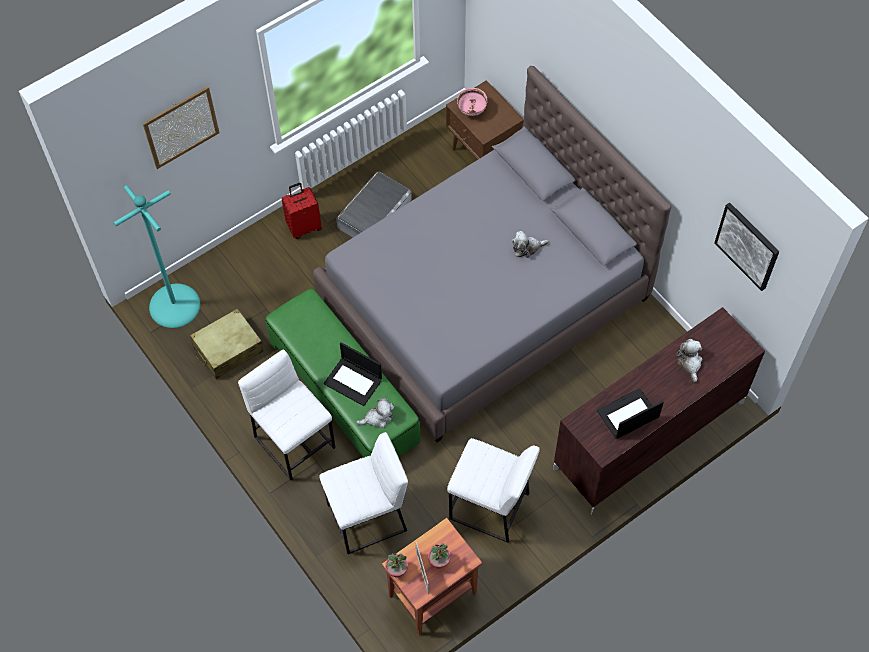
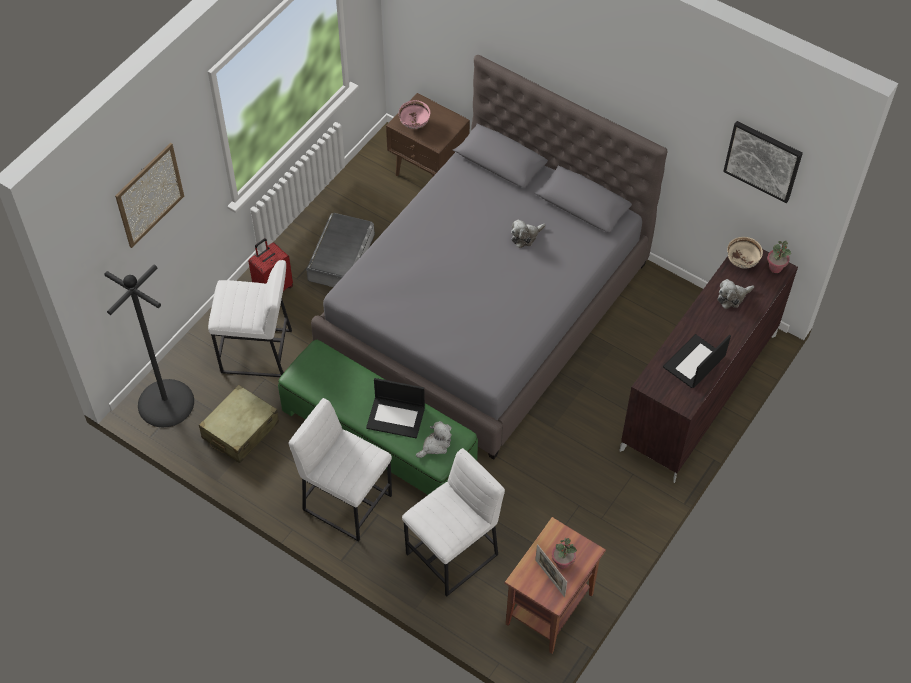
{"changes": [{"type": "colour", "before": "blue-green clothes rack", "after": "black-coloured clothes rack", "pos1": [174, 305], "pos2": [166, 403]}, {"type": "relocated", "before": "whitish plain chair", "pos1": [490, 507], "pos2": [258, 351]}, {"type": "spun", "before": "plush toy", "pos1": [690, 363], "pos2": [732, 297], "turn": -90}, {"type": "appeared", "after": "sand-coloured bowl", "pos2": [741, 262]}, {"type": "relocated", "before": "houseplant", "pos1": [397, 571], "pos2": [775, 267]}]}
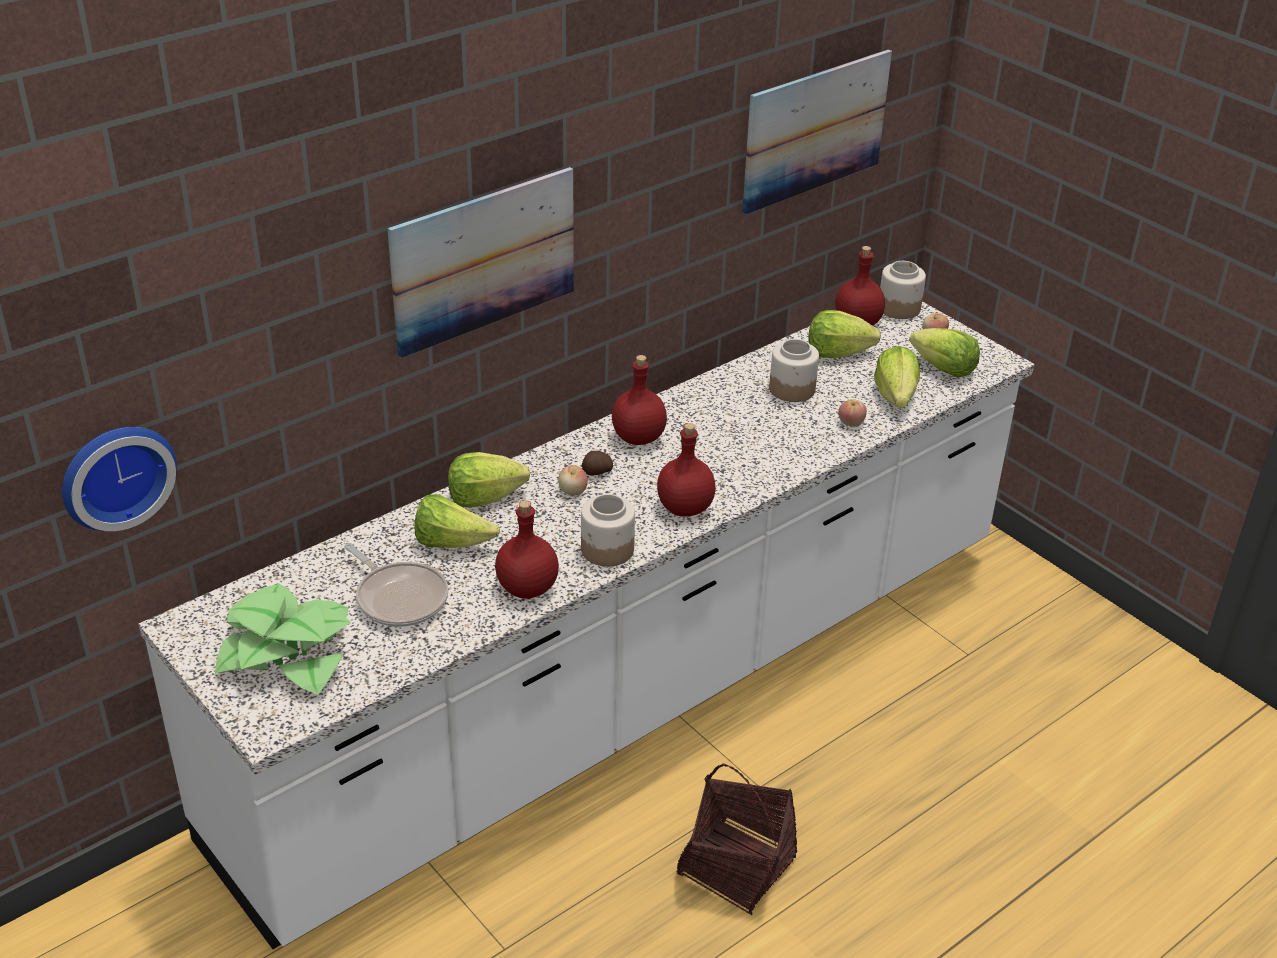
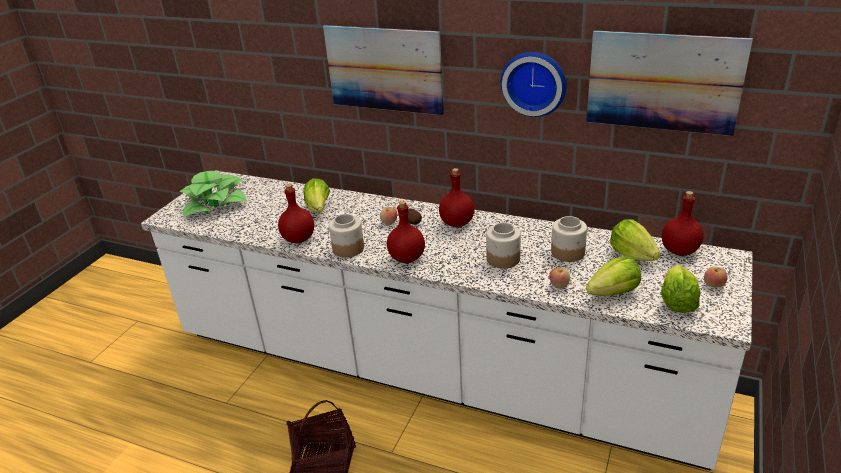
{"changes": [{"type": "relocated", "before": "preserve jar", "pos1": [899, 308], "pos2": [503, 259]}, {"type": "relocated", "before": "clock on the wall", "pos1": [115, 473], "pos2": [534, 82]}, {"type": "missing", "before": "pan", "pos1": [399, 597]}, {"type": "missing", "before": "lettuce head", "pos1": [484, 497]}]}
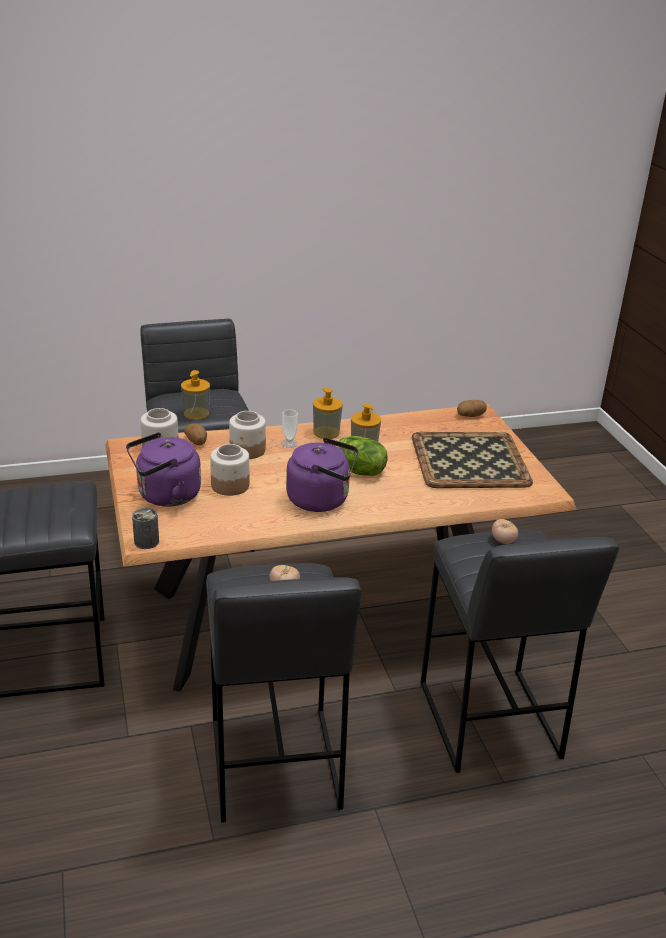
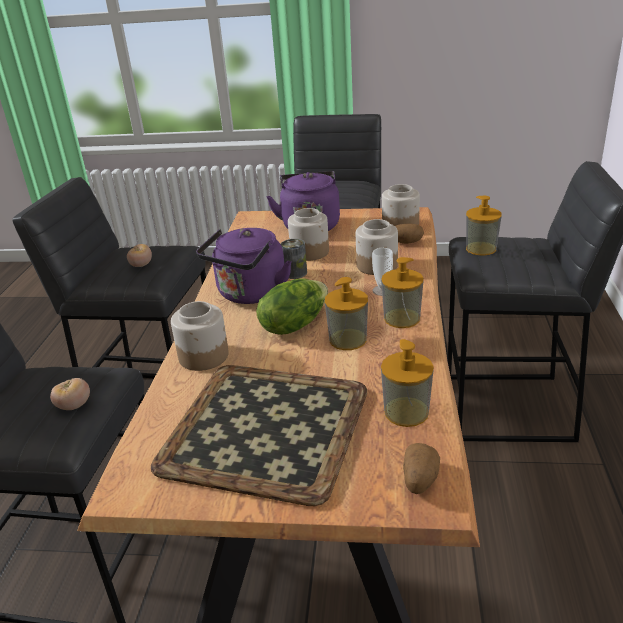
{"changes": [{"type": "appeared", "after": "preserve jar", "pos2": [204, 356]}, {"type": "relocated", "before": "can", "pos1": [146, 541], "pos2": [295, 273]}, {"type": "appeared", "after": "liquid soap bottle", "pos2": [406, 412]}]}
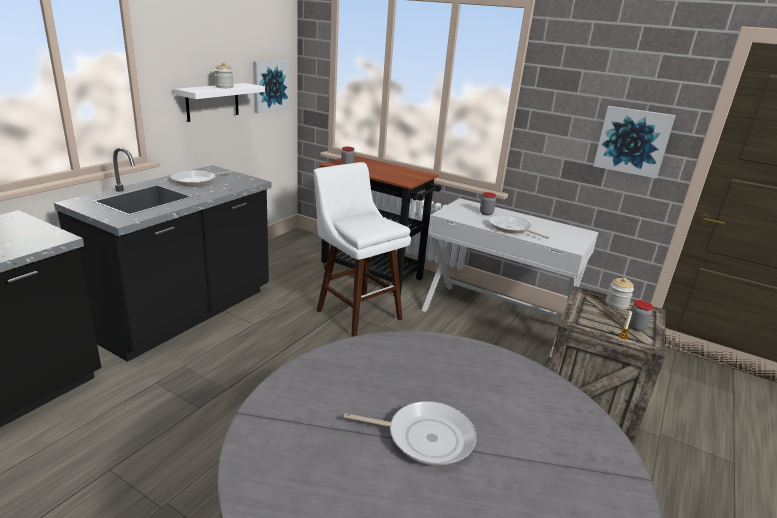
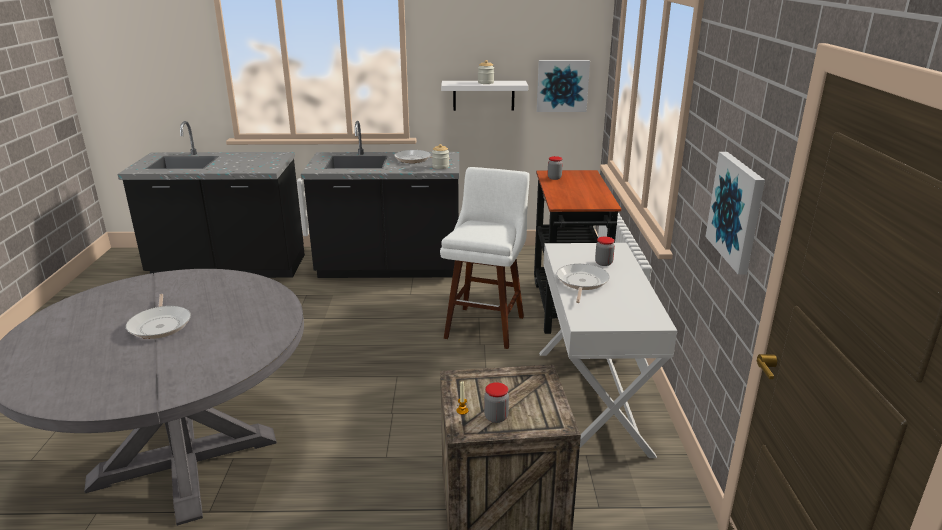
{"changes": [{"type": "relocated", "before": "preserve jar", "pos1": [616, 304], "pos2": [440, 166]}]}
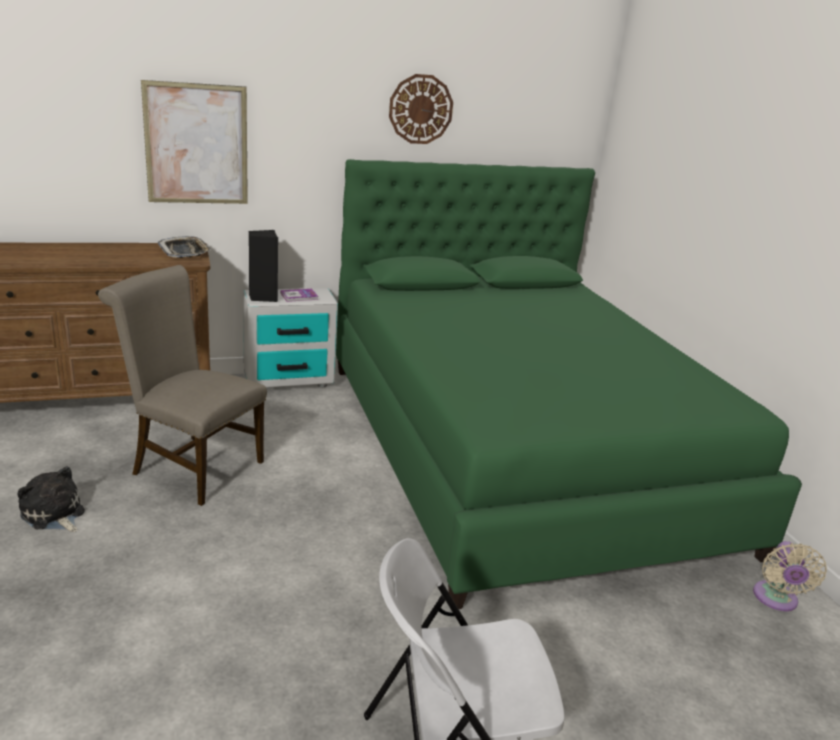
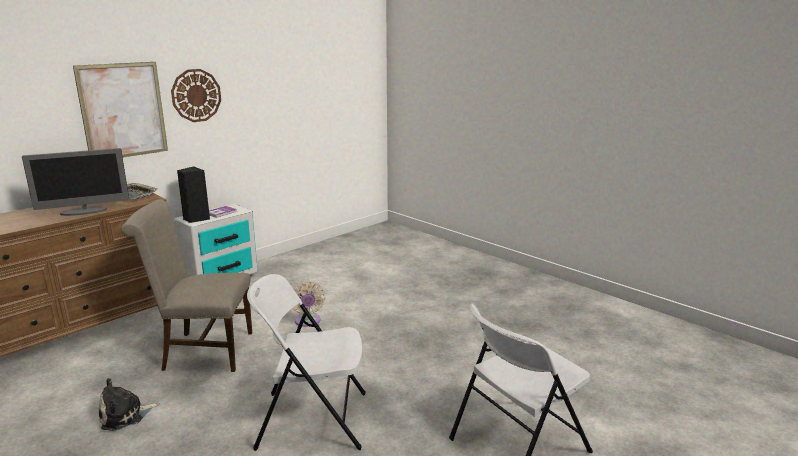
{"changes": [{"type": "appeared", "after": "computer screen", "pos2": [84, 211]}, {"type": "spun", "before": "plush toy", "pos1": [54, 515], "pos2": [125, 415], "turn": -45}, {"type": "relocated", "before": "clock on the wall", "pos1": [420, 109], "pos2": [196, 95]}, {"type": "appeared", "after": "whitish plain chair", "pos2": [313, 419]}, {"type": "relocated", "before": "sand-coloured fan", "pos1": [776, 600], "pos2": [307, 321]}, {"type": "missing", "before": "green sleeping bed", "pos1": [516, 449]}]}
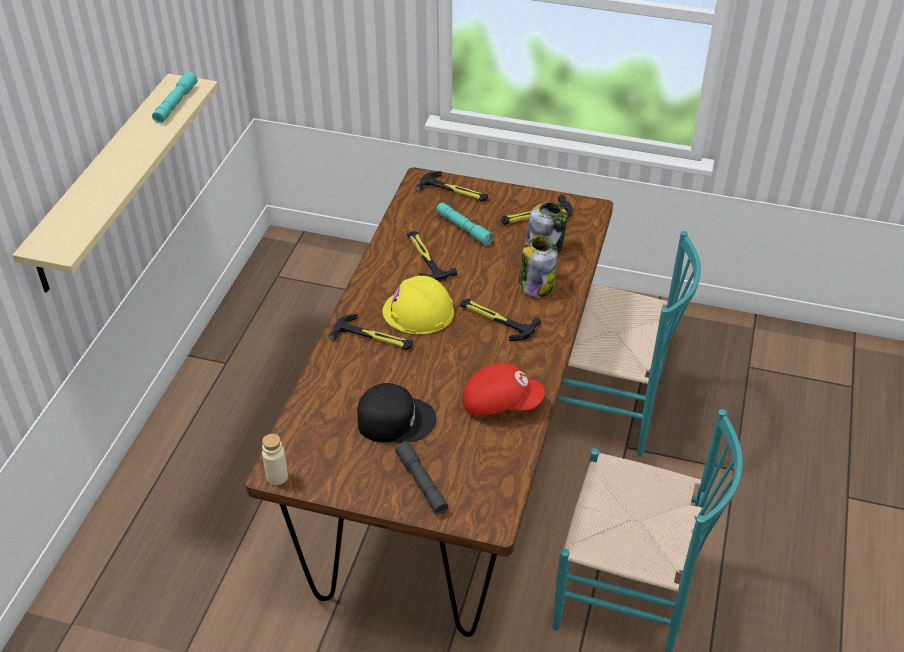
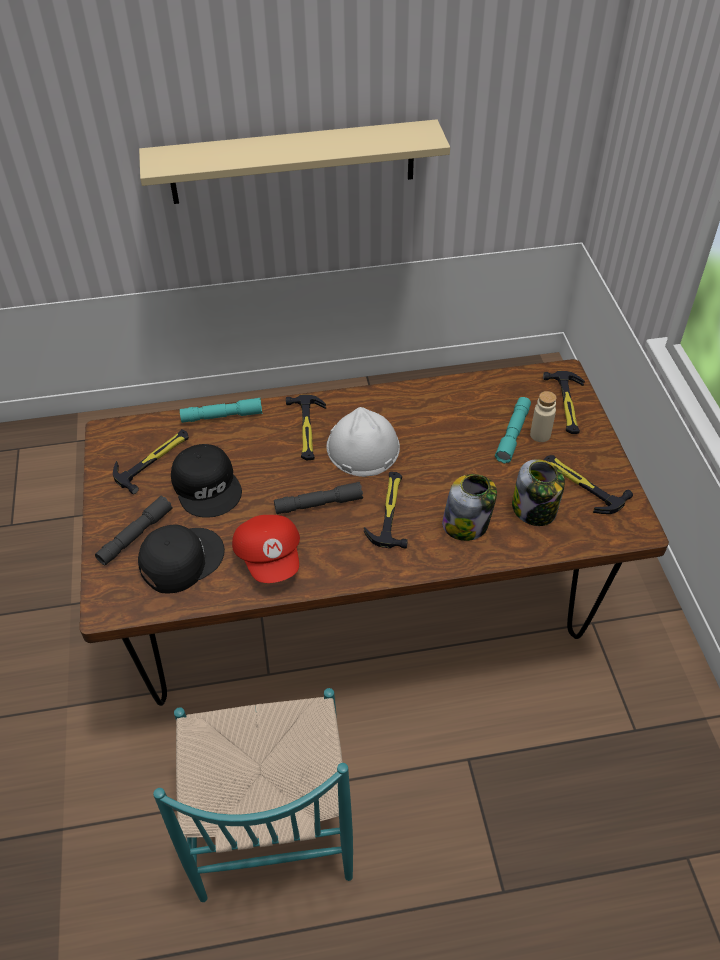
{"changes": [{"type": "relocated", "before": "hand hammer", "pos1": [425, 258], "pos2": [153, 460]}, {"type": "appeared", "after": "black-coloured peaked cap", "pos2": [181, 559]}, {"type": "relocated", "before": "blue-green hand torch", "pos1": [175, 104], "pos2": [222, 416]}, {"type": "appeared", "after": "gray hand torch", "pos2": [318, 504]}, {"type": "colour", "before": "yellow-coloured safety helmet", "after": "whitish safety helmet", "pos1": [418, 312], "pos2": [362, 447]}, {"type": "relocated", "before": "sand-coloured drink bottle", "pos1": [277, 477], "pos2": [540, 435]}, {"type": "missing", "before": "blue-green plain chair", "pos1": [609, 406]}]}
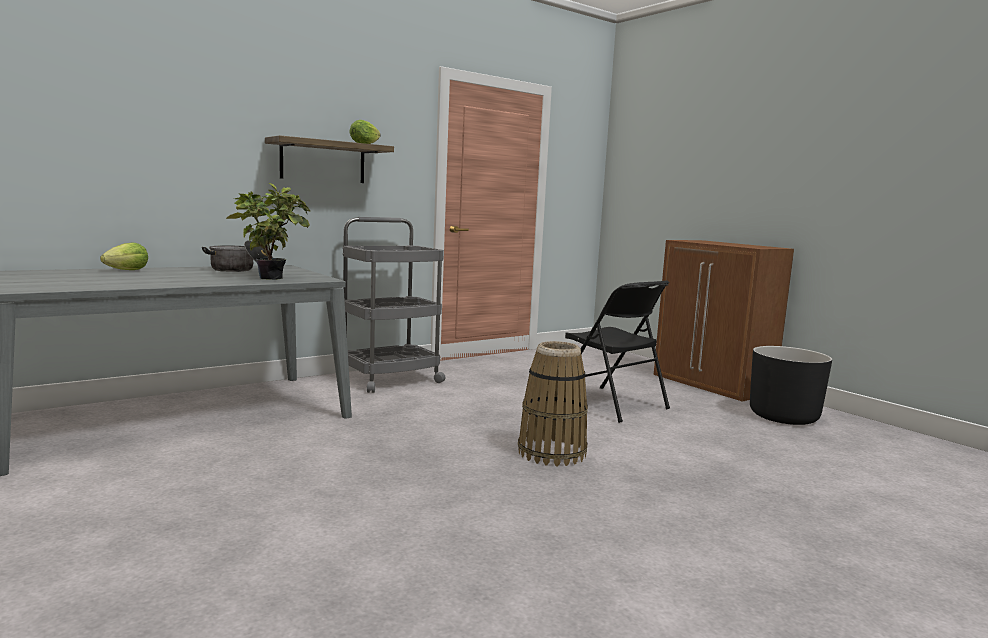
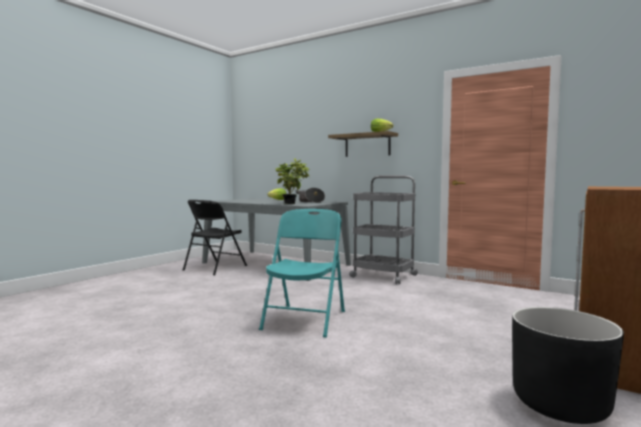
{"changes": [{"type": "relocated", "before": "black-coloured plain chair", "pos1": [609, 404], "pos2": [215, 268]}, {"type": "exchanged", "before": "storage basket", "after": "blue-green plain chair", "pos1": [552, 452], "pos2": [305, 320]}]}
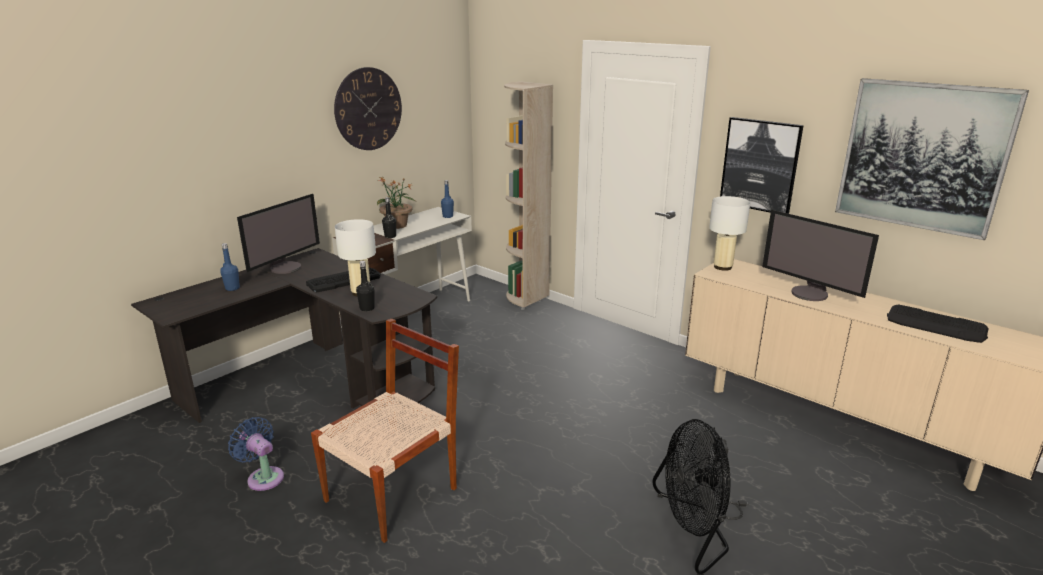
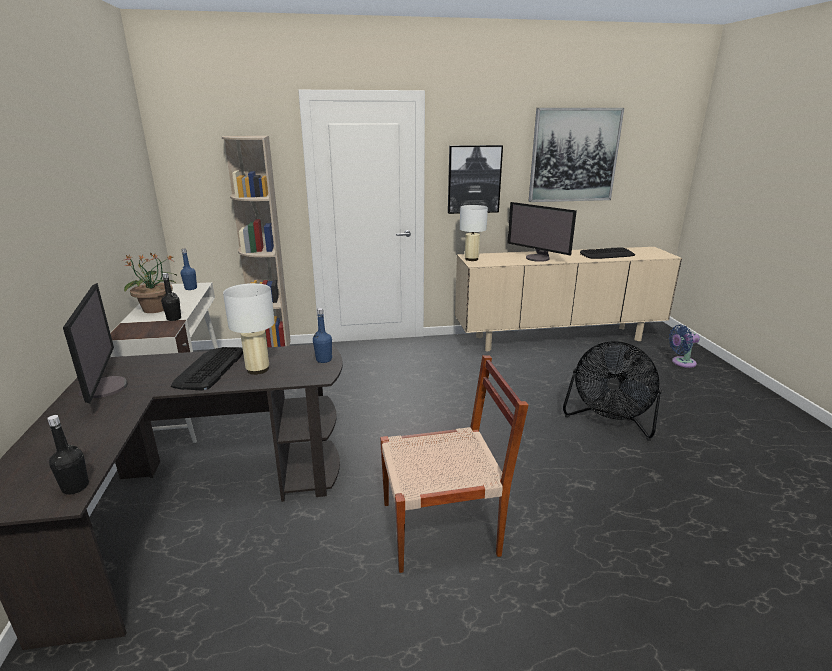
{"changes": [{"type": "relocated", "before": "black-coloured drink bottle", "pos1": [367, 308], "pos2": [75, 487]}, {"type": "relocated", "before": "bluish drink bottle", "pos1": [232, 288], "pos2": [324, 360]}, {"type": "spun", "before": "plain chair", "pos1": [394, 493], "pos2": [443, 528], "turn": 90}, {"type": "spun", "before": "computer screen", "pos1": [810, 294], "pos2": [538, 258], "turn": 45}, {"type": "relocated", "before": "bluish fan", "pos1": [263, 477], "pos2": [681, 362]}, {"type": "missing", "before": "clock on the wall", "pos1": [368, 109]}]}
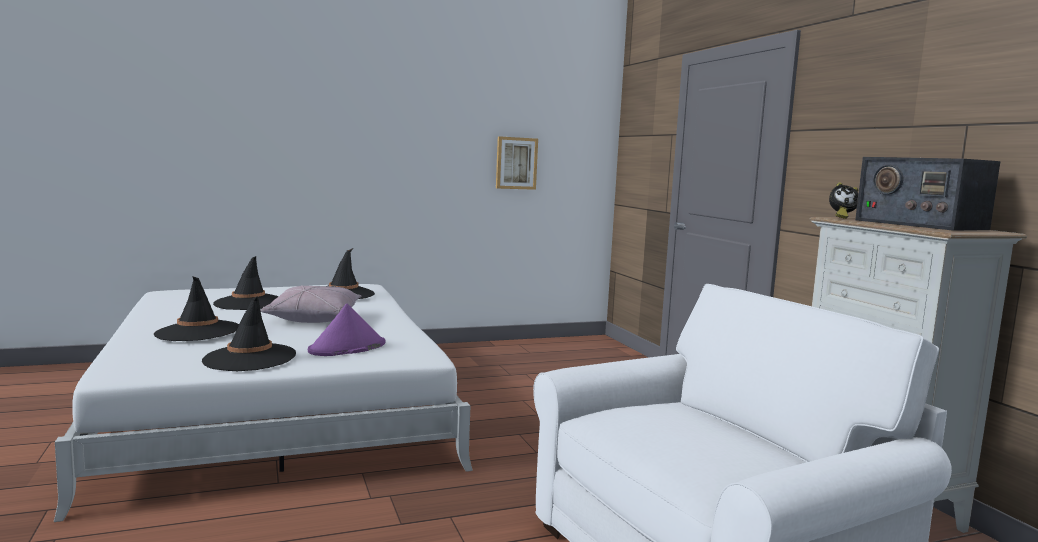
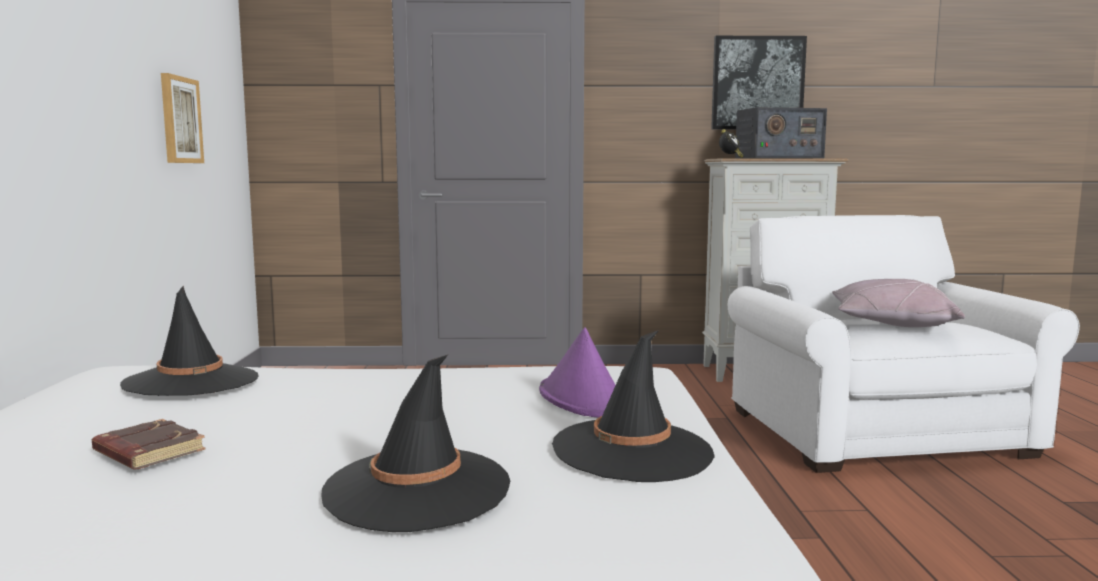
{"changes": [{"type": "exchanged", "before": "black-coloured clothing hat", "after": "brownish volume", "pos1": [248, 303], "pos2": [147, 452]}, {"type": "appeared", "after": "picture", "pos2": [757, 83]}, {"type": "relocated", "before": "purple cushion", "pos1": [314, 318], "pos2": [890, 324]}]}
